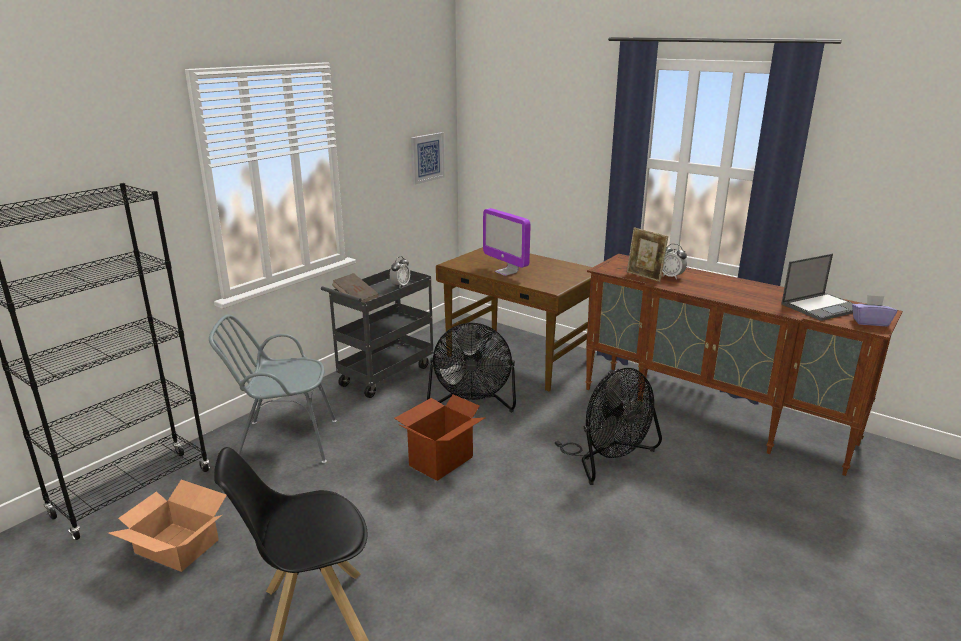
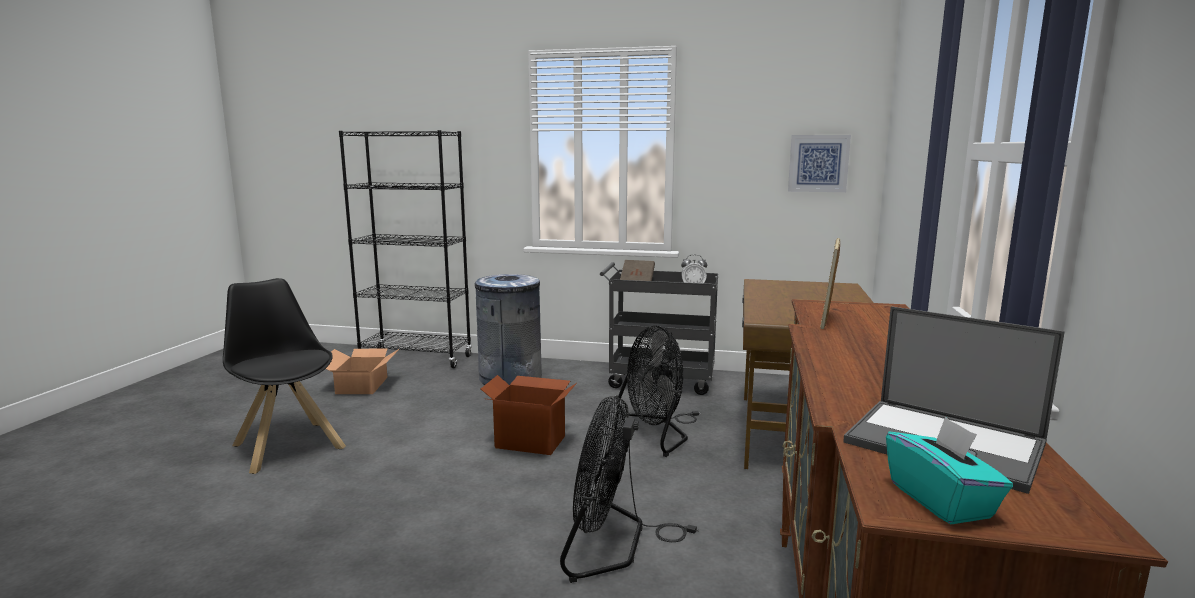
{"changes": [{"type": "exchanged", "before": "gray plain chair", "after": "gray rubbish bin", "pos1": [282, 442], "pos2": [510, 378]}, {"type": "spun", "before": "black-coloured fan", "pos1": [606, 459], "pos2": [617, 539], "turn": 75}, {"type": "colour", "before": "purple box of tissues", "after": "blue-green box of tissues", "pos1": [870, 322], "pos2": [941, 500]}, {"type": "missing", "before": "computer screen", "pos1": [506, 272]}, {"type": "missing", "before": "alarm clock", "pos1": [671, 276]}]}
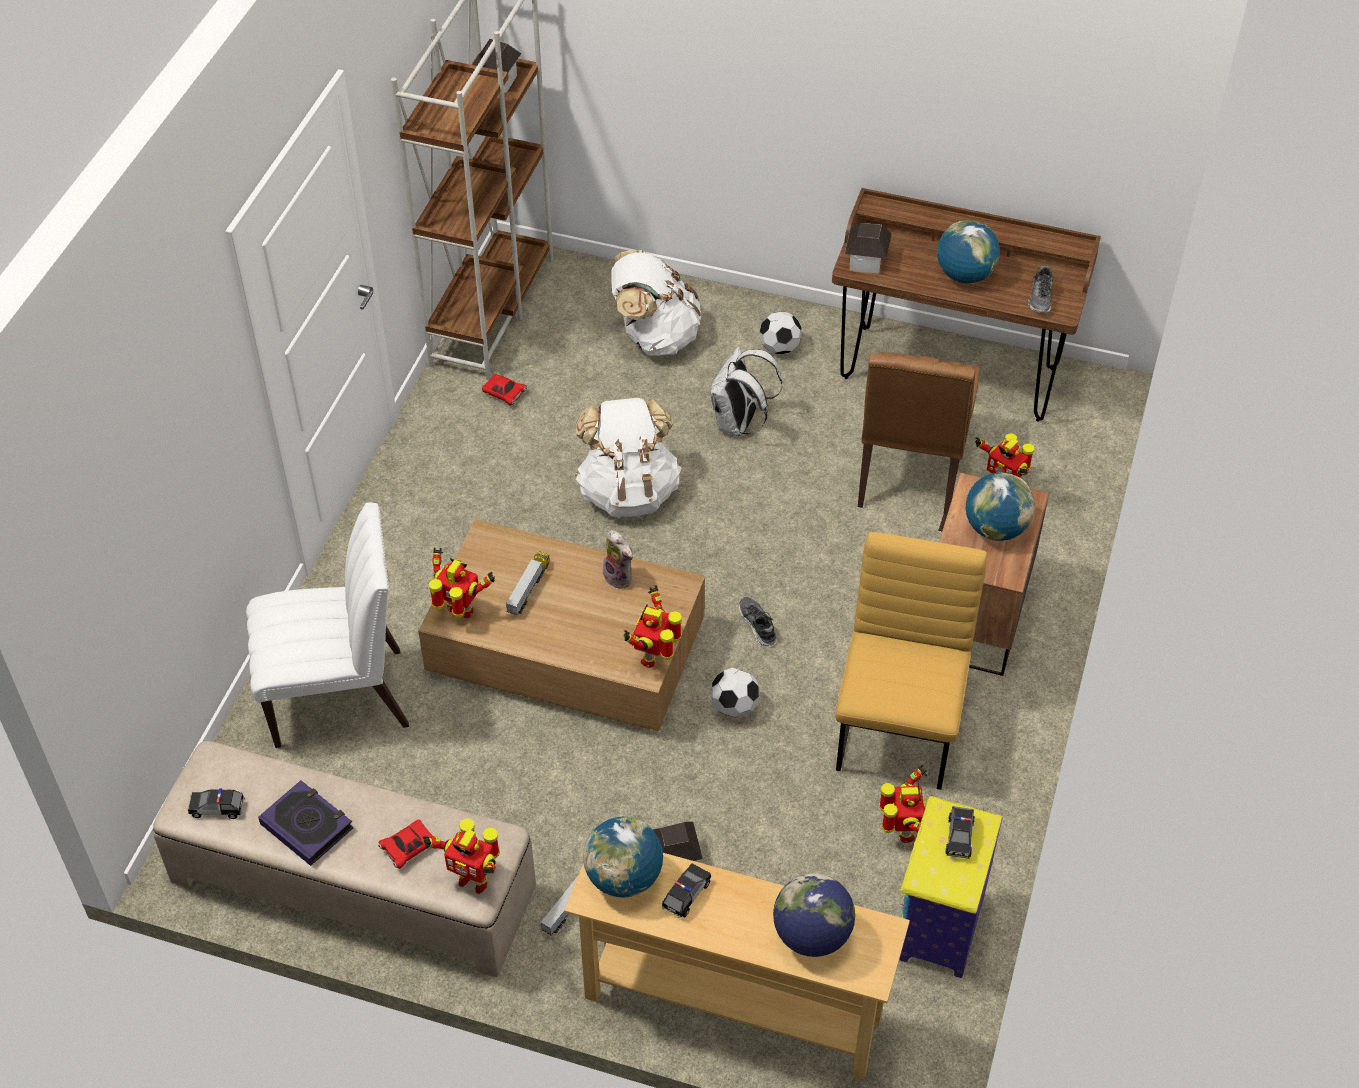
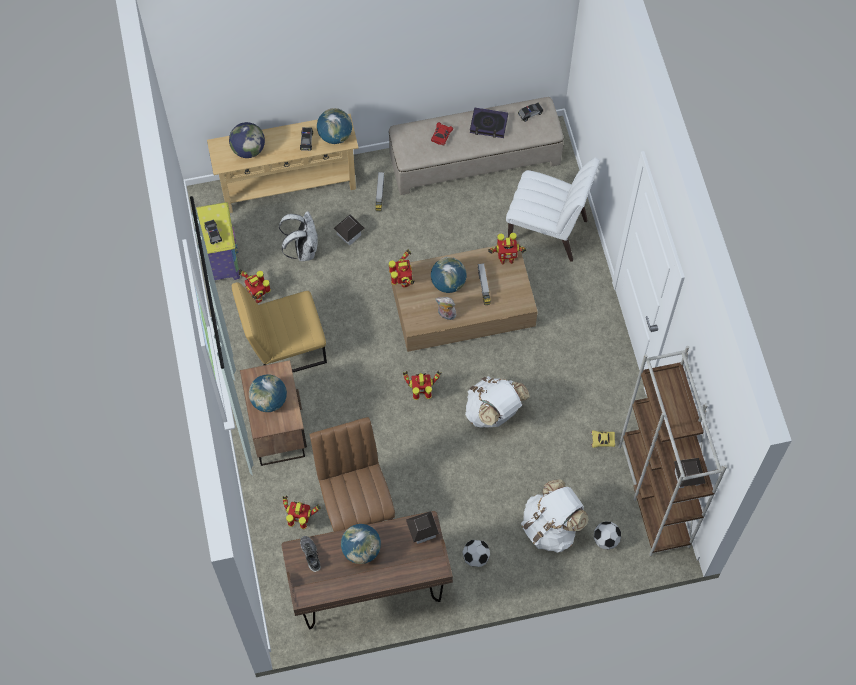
{"changes": [{"type": "spun", "before": "yellow-coloured plain chair", "pos1": [899, 725], "pos2": [285, 348], "turn": 90}, {"type": "relocated", "before": "whitish backpack", "pos1": [739, 424], "pos2": [303, 249]}, {"type": "relocated", "before": "model robot", "pos1": [473, 880], "pos2": [421, 393]}, {"type": "appeared", "after": "desk globe", "pos2": [448, 283]}, {"type": "spun", "before": "whitish plain chair", "pos1": [337, 698], "pos2": [547, 231], "turn": -120}, {"type": "colour", "before": "red toy car", "after": "yellow-coloured toy car", "pos1": [504, 394], "pos2": [602, 440]}, {"type": "relocated", "before": "football", "pos1": [734, 707], "pos2": [606, 539]}, {"type": "missing", "before": "item of footwear", "pos1": [757, 625]}]}
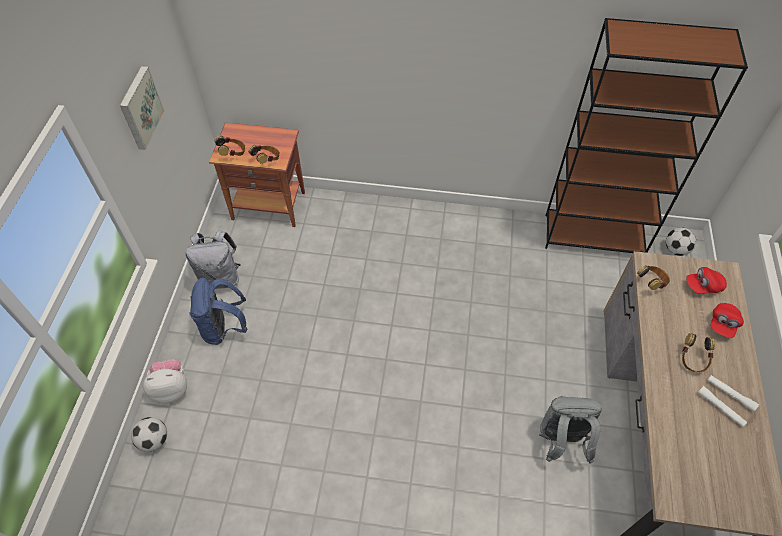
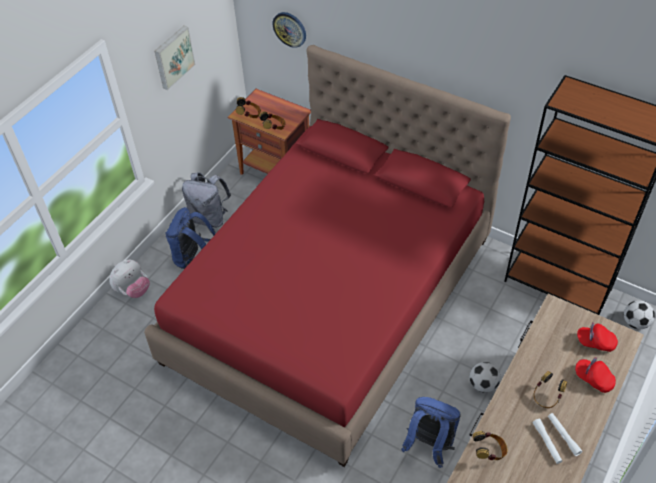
{"changes": [{"type": "spun", "before": "plush toy", "pos1": [171, 388], "pos2": [133, 290], "turn": 120}, {"type": "appeared", "after": "red sleeping bed", "pos2": [331, 299]}, {"type": "appeared", "after": "clock on the wall", "pos2": [290, 29]}, {"type": "colour", "before": "gray backpack", "after": "bluish backpack", "pos1": [561, 441], "pos2": [429, 445]}, {"type": "relocated", "before": "football", "pos1": [154, 440], "pos2": [483, 384]}, {"type": "relocated", "before": "headset", "pos1": [651, 283], "pos2": [489, 451]}, {"type": "spun", "before": "red peaked cap", "pos1": [722, 324], "pos2": [593, 379], "turn": 75}]}
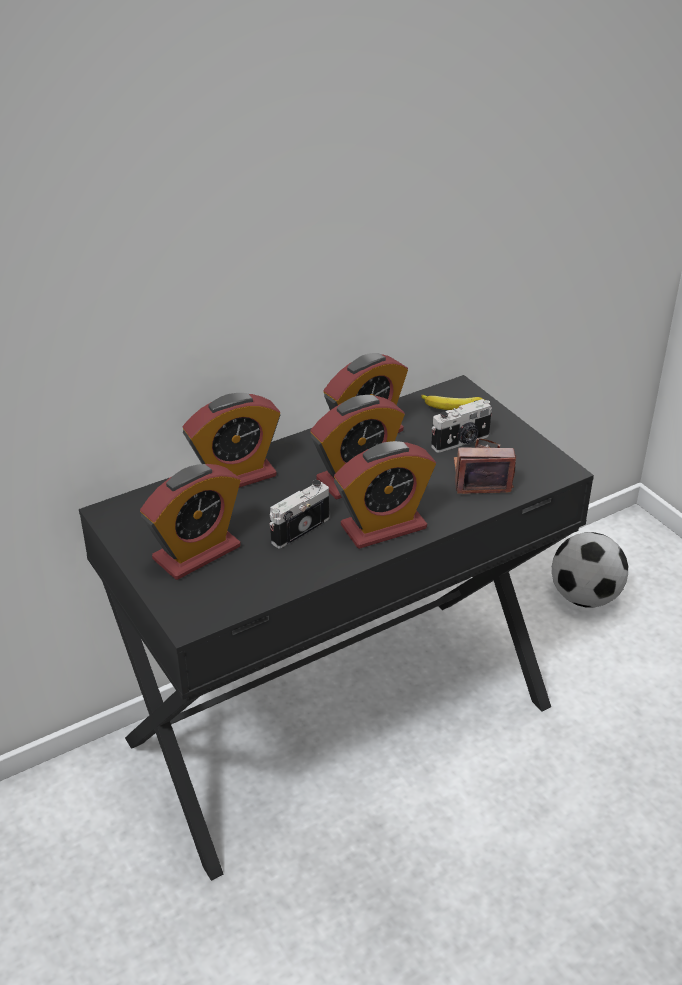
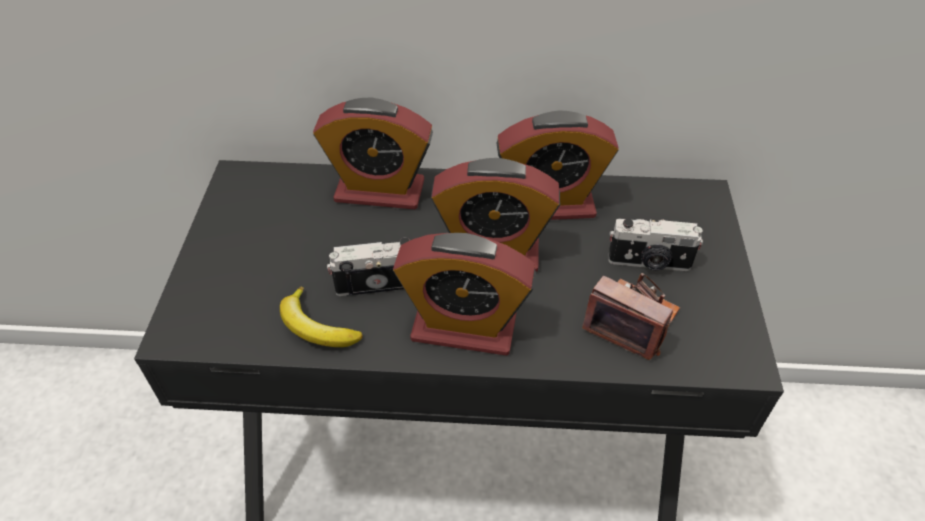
{"changes": [{"type": "relocated", "before": "banana fruit", "pos1": [453, 409], "pos2": [316, 327]}, {"type": "missing", "before": "alarm clock", "pos1": [196, 553]}, {"type": "missing", "before": "football", "pos1": [585, 597]}]}
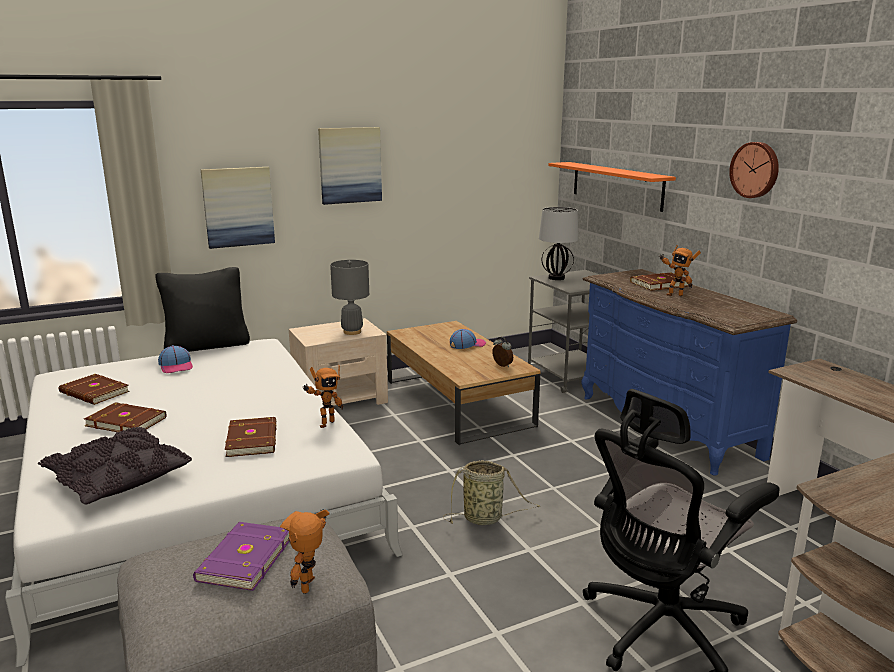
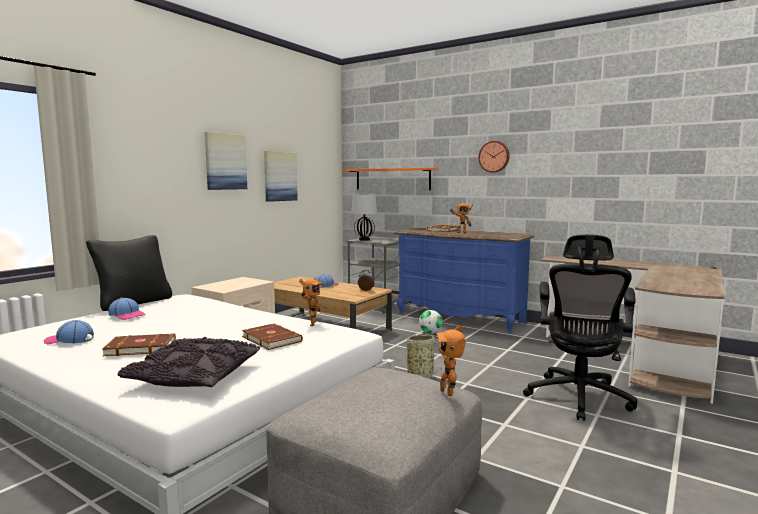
{"changes": [{"type": "exchanged", "before": "brownish volume", "after": "peaked cap", "pos1": [93, 392], "pos2": [69, 340]}, {"type": "relocated", "before": "picture", "pos1": [238, 207], "pos2": [280, 176]}, {"type": "appeared", "after": "football", "pos2": [430, 333]}, {"type": "missing", "before": "purple volume", "pos1": [243, 559]}, {"type": "missing", "before": "gray tabletop lamp", "pos1": [352, 332]}]}
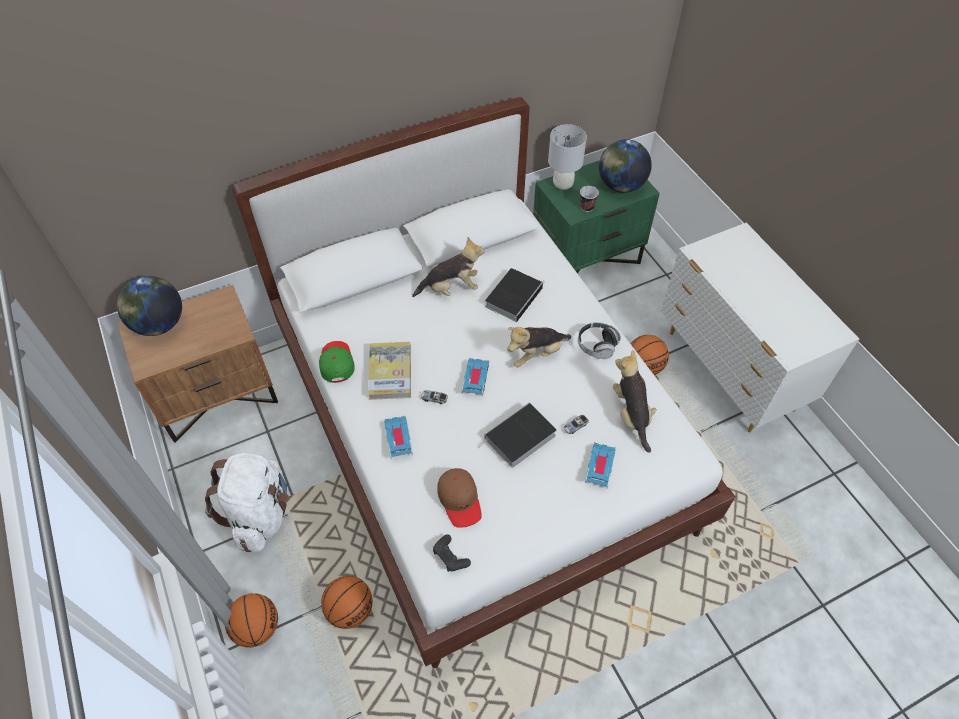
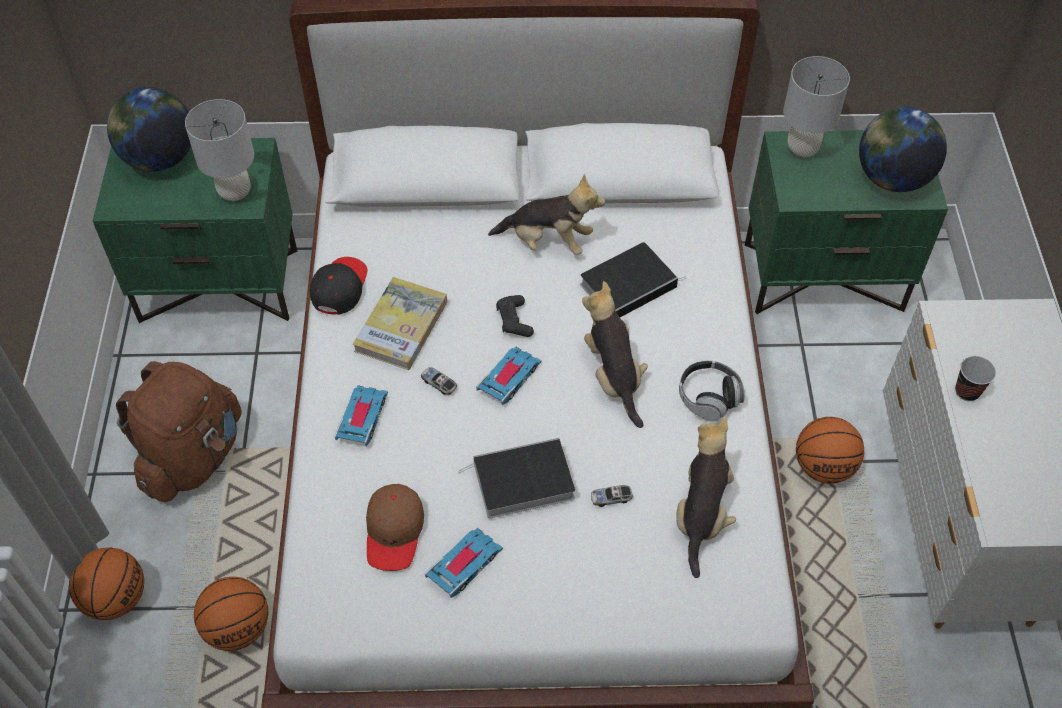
{"changes": [{"type": "colour", "before": "brownish nightstand", "after": "green nightstand", "pos1": [218, 396], "pos2": [220, 283]}, {"type": "colour", "before": "whitish backpack", "after": "brownish backpack", "pos1": [260, 514], "pos2": [193, 457]}, {"type": "appeared", "after": "gray tabletop lamp", "pos2": [235, 194]}, {"type": "colour", "before": "green peaked cap", "after": "black-coloured peaked cap", "pos1": [336, 363], "pos2": [339, 288]}, {"type": "relocated", "before": "toy car", "pos1": [600, 466], "pos2": [464, 564]}, {"type": "relocated", "before": "black-coloured game controller", "pos1": [450, 556], "pos2": [514, 321]}, {"type": "spun", "before": "plush toy", "pos1": [536, 354], "pos2": [613, 376], "turn": 75}, {"type": "relocated", "before": "drinking cup", "pos1": [587, 207], "pos2": [967, 391]}]}
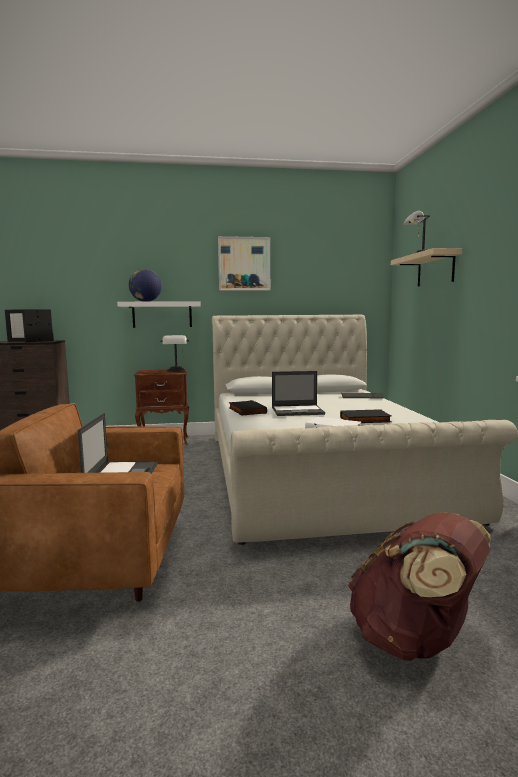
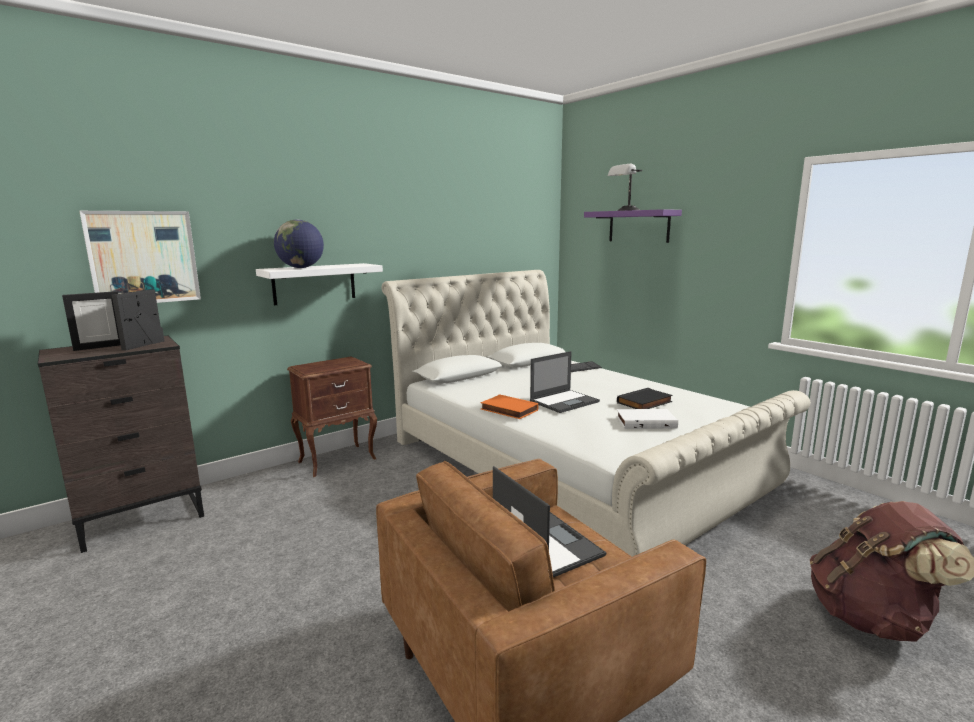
{"changes": [{"type": "relocated", "before": "picture", "pos1": [244, 264], "pos2": [143, 257]}, {"type": "colour", "before": "black-coloured volume", "after": "orange-coloured volume", "pos1": [246, 410], "pos2": [508, 410]}, {"type": "colour", "before": "sand-coloured bracket shelf", "after": "purple bracket shelf", "pos1": [435, 269], "pos2": [638, 226]}, {"type": "missing", "before": "tabletop lamp", "pos1": [176, 370]}]}
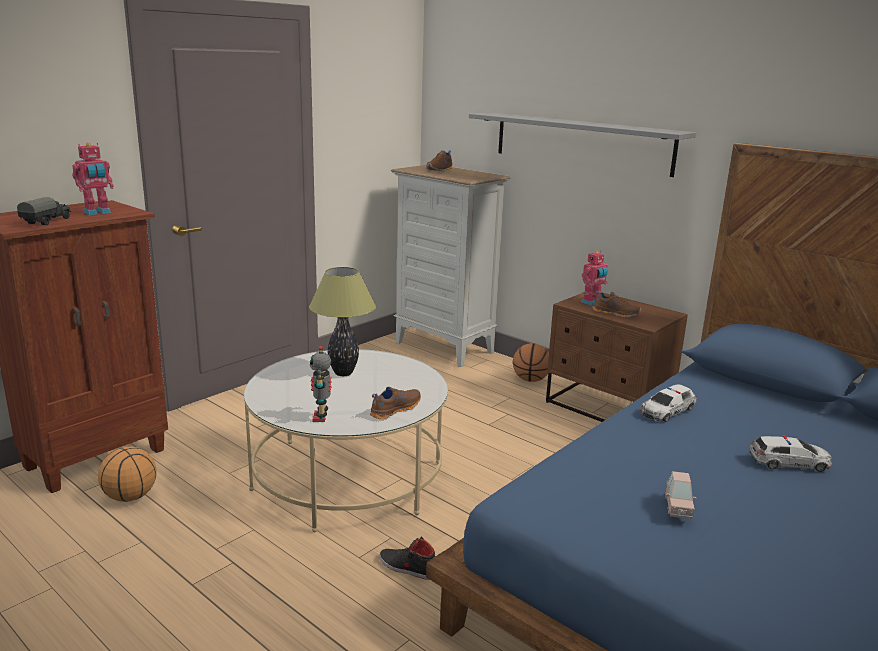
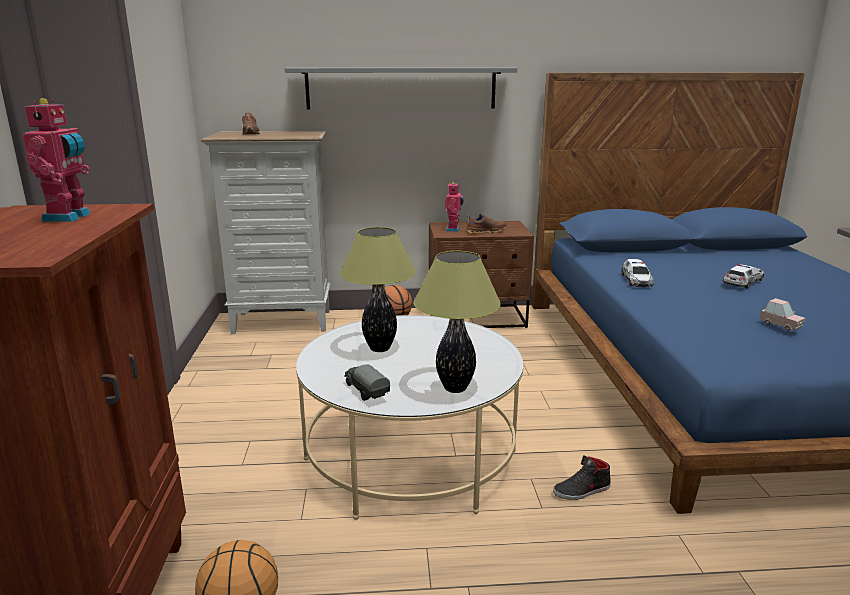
{"changes": [{"type": "relocated", "before": "model truck", "pos1": [47, 221], "pos2": [365, 391]}, {"type": "exchanged", "before": "model robot", "after": "tabletop lamp", "pos1": [321, 417], "pos2": [456, 388]}, {"type": "missing", "before": "brownish item of footwear", "pos1": [394, 409]}]}
